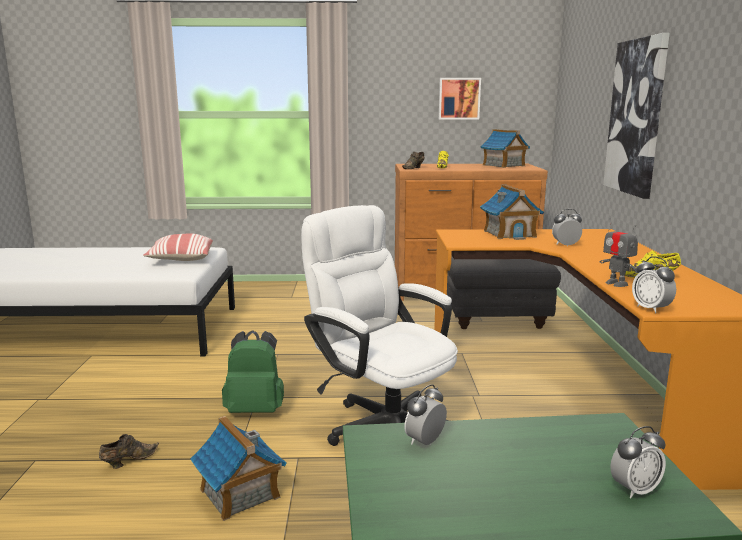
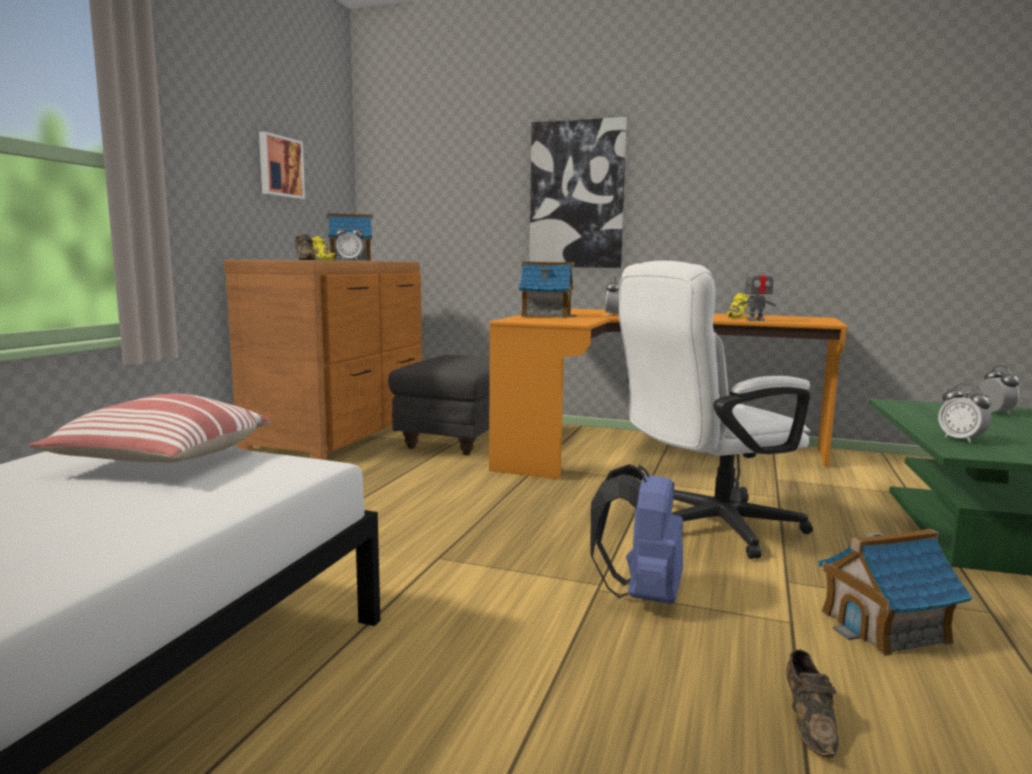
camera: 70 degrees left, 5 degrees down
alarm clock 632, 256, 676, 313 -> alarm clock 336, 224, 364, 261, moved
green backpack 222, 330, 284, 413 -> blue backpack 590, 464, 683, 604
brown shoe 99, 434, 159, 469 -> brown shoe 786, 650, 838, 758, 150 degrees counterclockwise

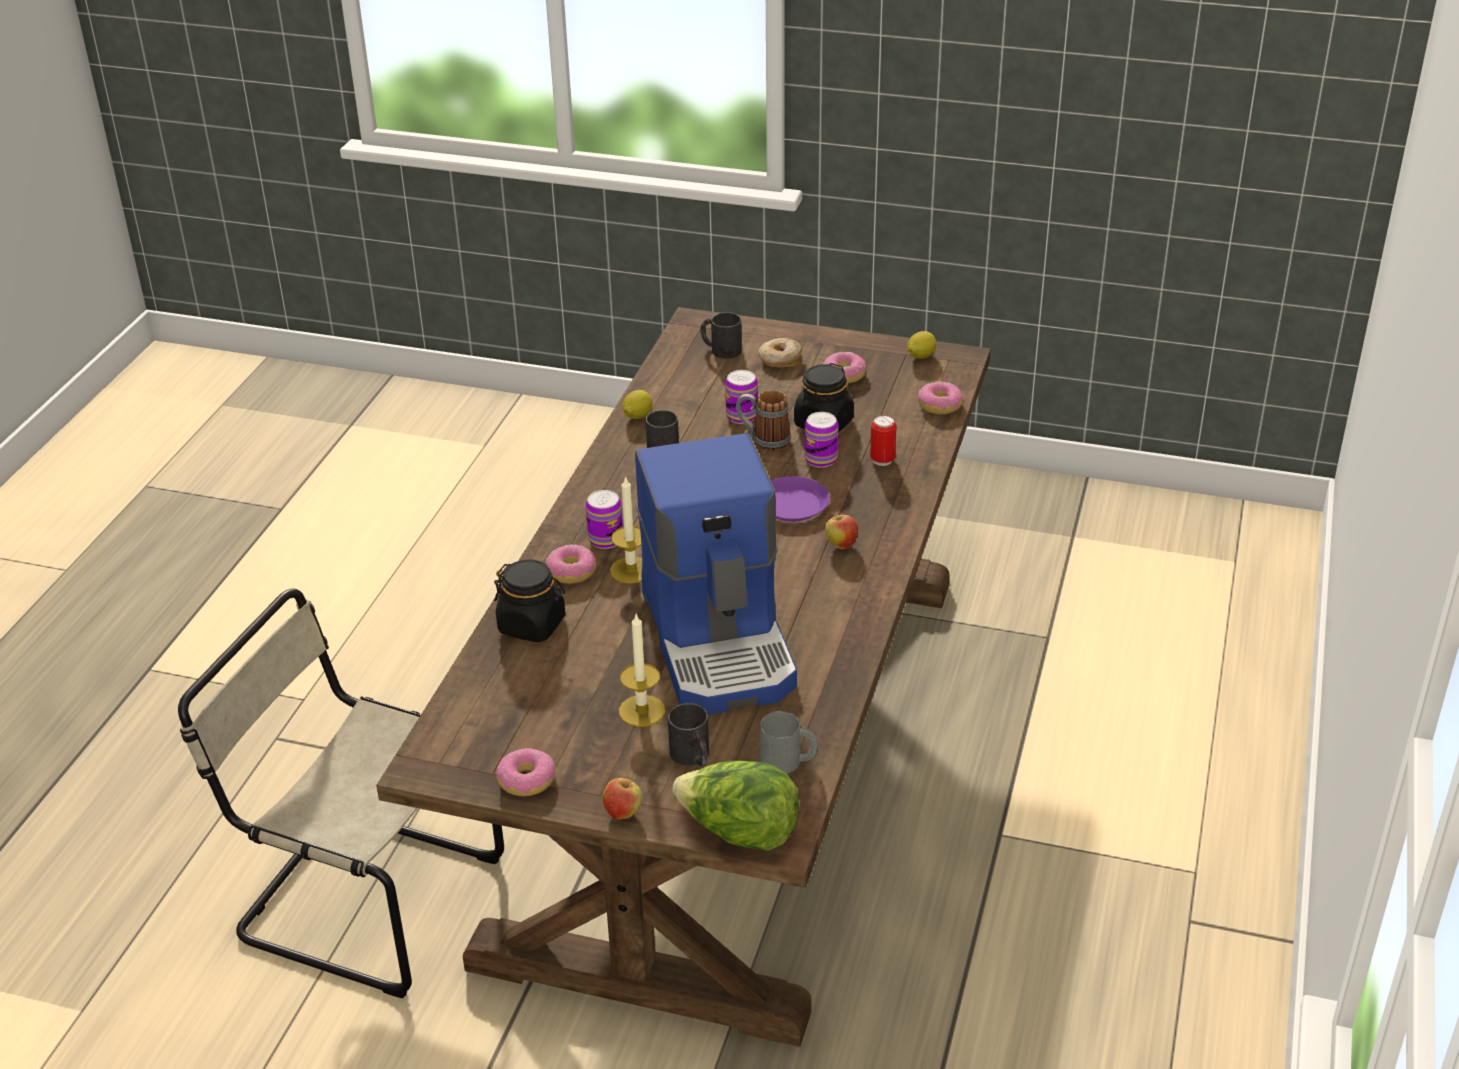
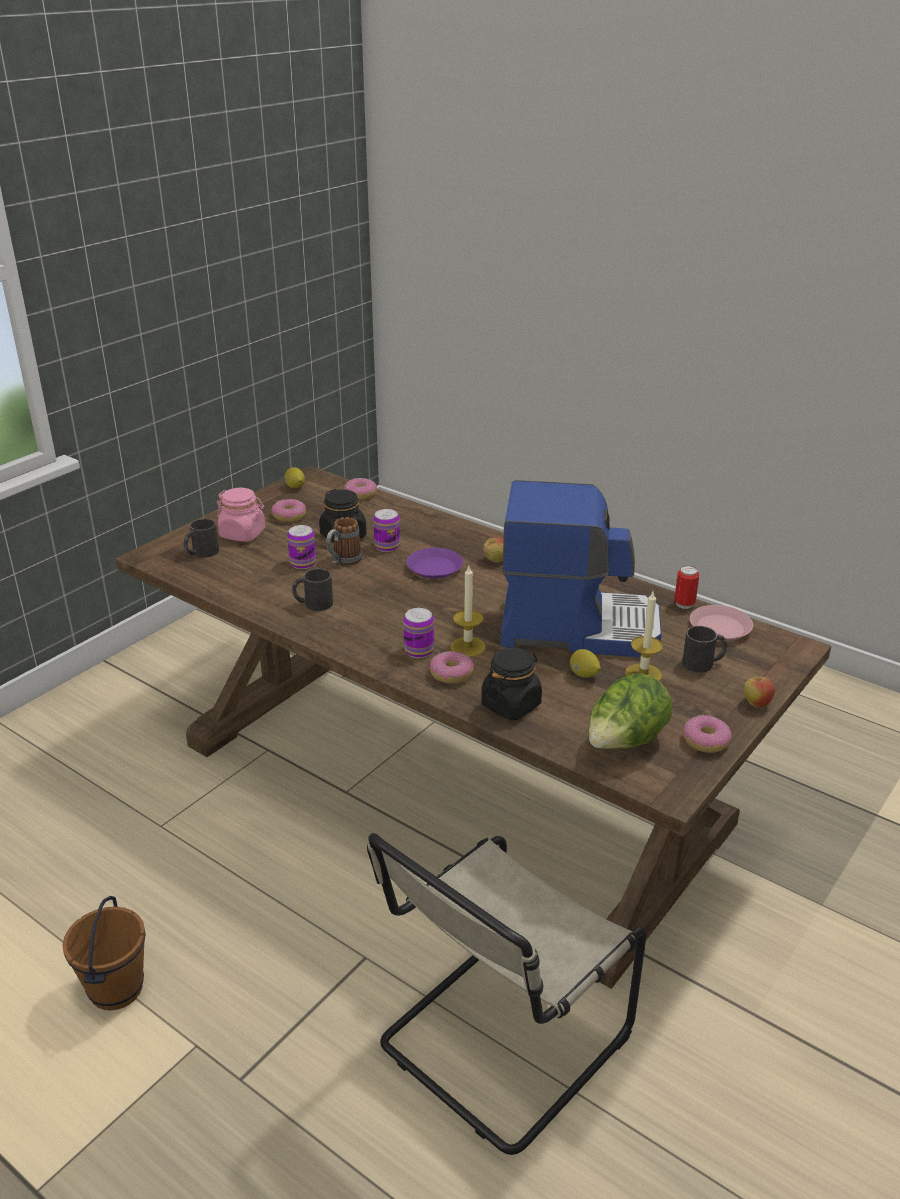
camera: 70 degrees left, 5 degrees down
none -> brown bucket 63, 896, 146, 1011
donut 758, 338, 802, 367 -> pink jar 217, 488, 265, 542
lemon 622, 390, 652, 419 -> lemon 570, 649, 601, 678, moved
lettuce 672, 760, 799, 851 -> lettuce 589, 673, 672, 749, moved
can 870, 415, 897, 466 -> can 674, 566, 699, 609, moved
grey mug 760, 711, 818, 774 -> pink plate 690, 605, 753, 641

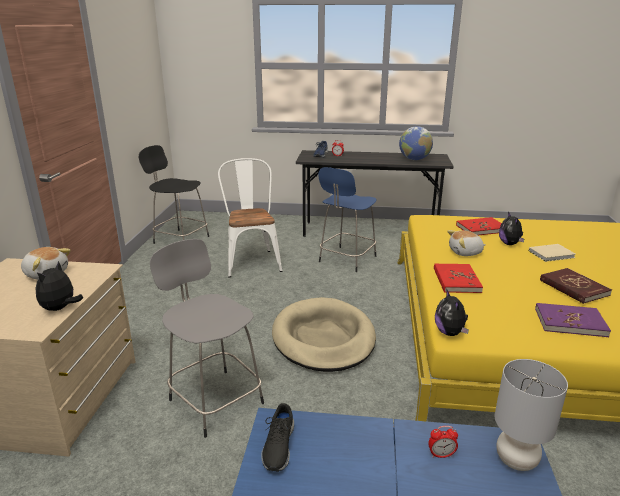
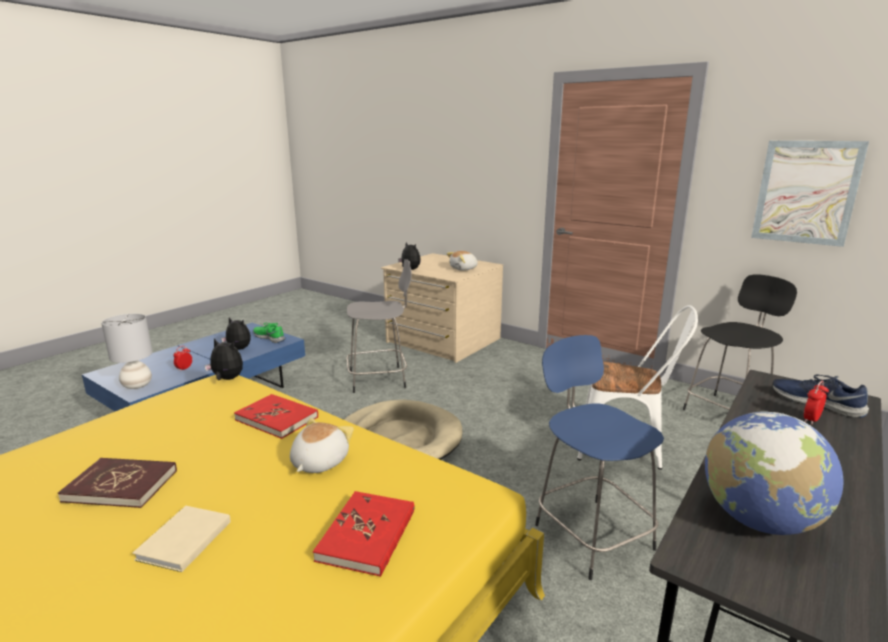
camera: 120 degrees right, 5 degrees down
plush toy 499, 211, 524, 245 -> plush toy 221, 317, 251, 350, moved
black shoe 261, 403, 294, 472 -> green shoe 253, 323, 285, 343
none -> picture 751, 141, 869, 247
purple book 535, 303, 611, 337 -> none

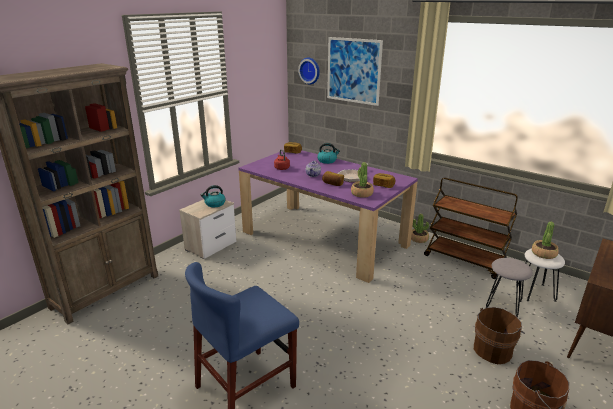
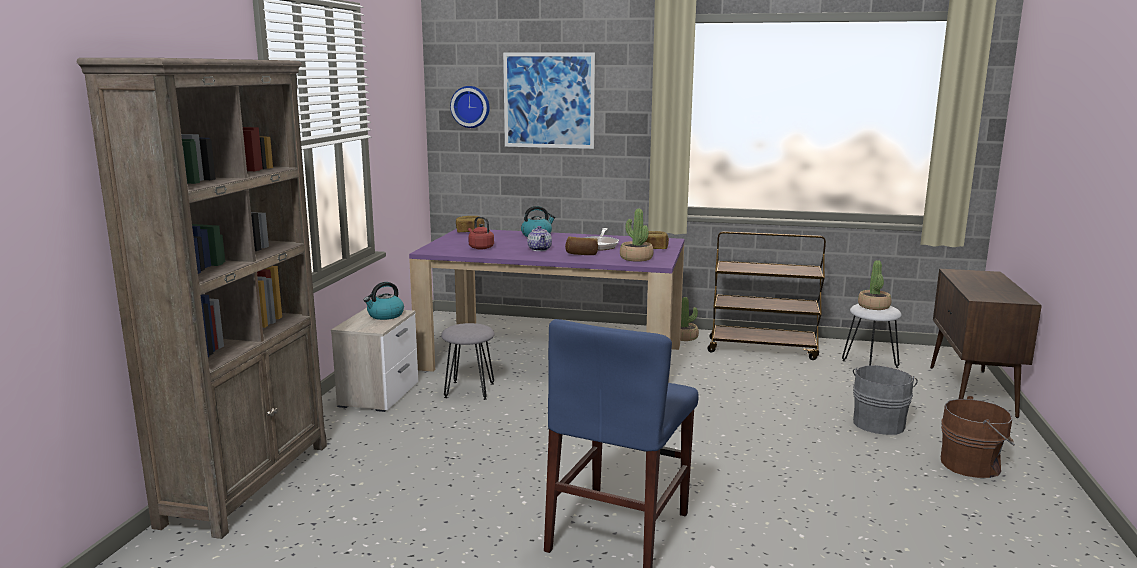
camera: 25 degrees left, 10 degrees down
grey stool 486, 258, 533, 317 -> grey stool 441, 323, 495, 400, moved
brown bucket 474, 307, 525, 364 -> grey bucket 853, 365, 918, 435

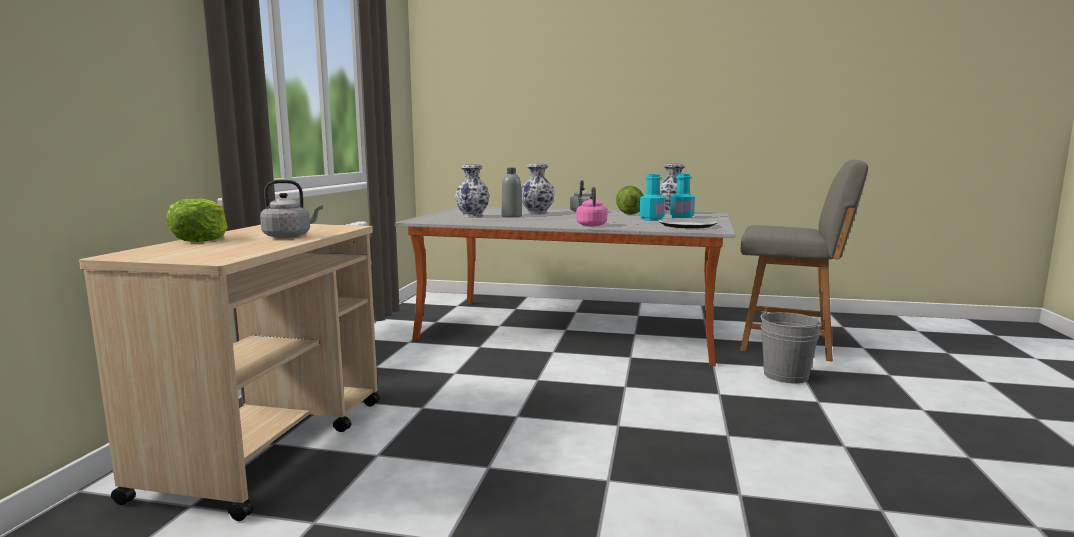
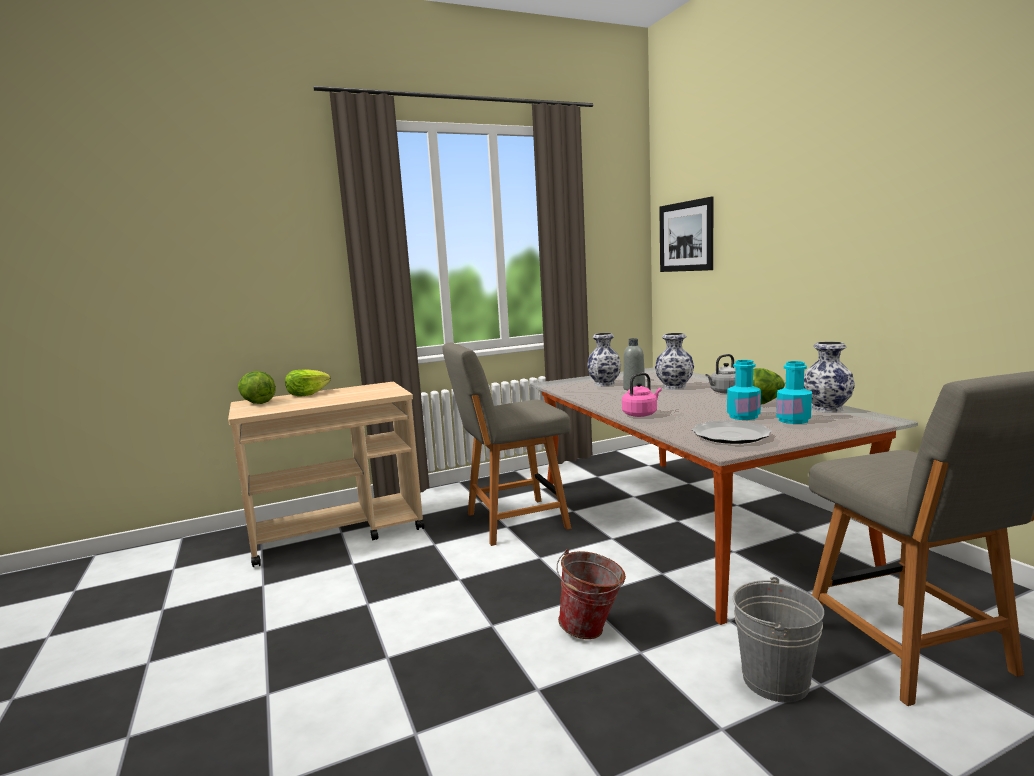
camera: 55 degrees right, 0 degrees up
none -> lettuce 238, 371, 276, 404
none -> grey chair 442, 343, 571, 546
none -> bucket 557, 549, 626, 639
none -> picture 659, 197, 714, 272
grey kettle 260, 180, 323, 238 -> none

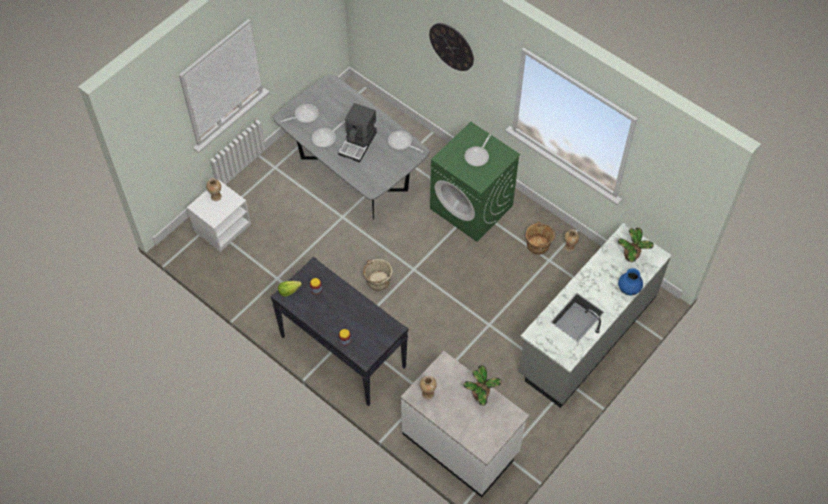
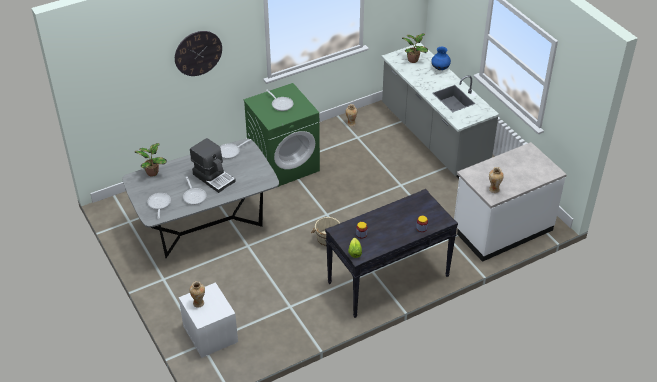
camera: 70 degrees left, 15 degrees down
potted plant 463, 365, 502, 406 -> potted plant 135, 143, 167, 177, moved
brown bucket 526, 221, 555, 255 -> none

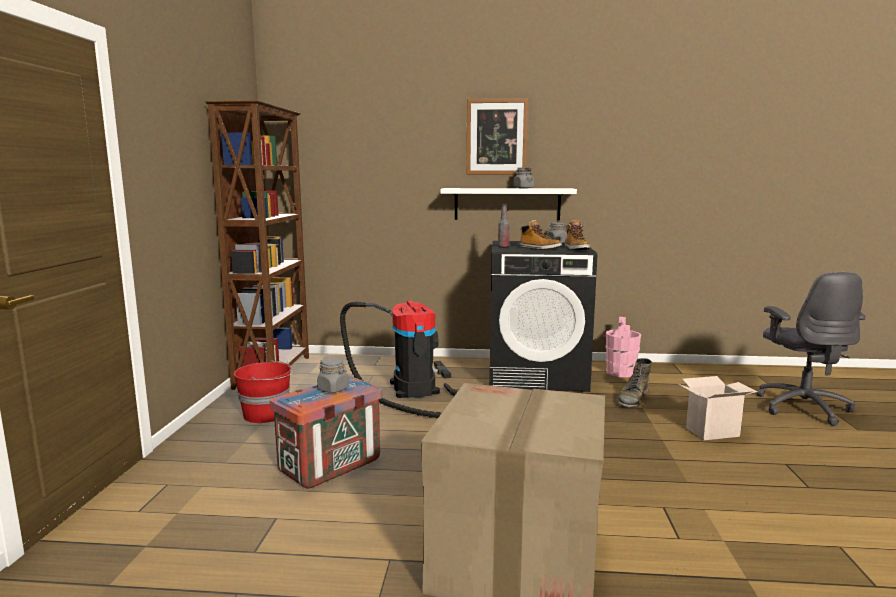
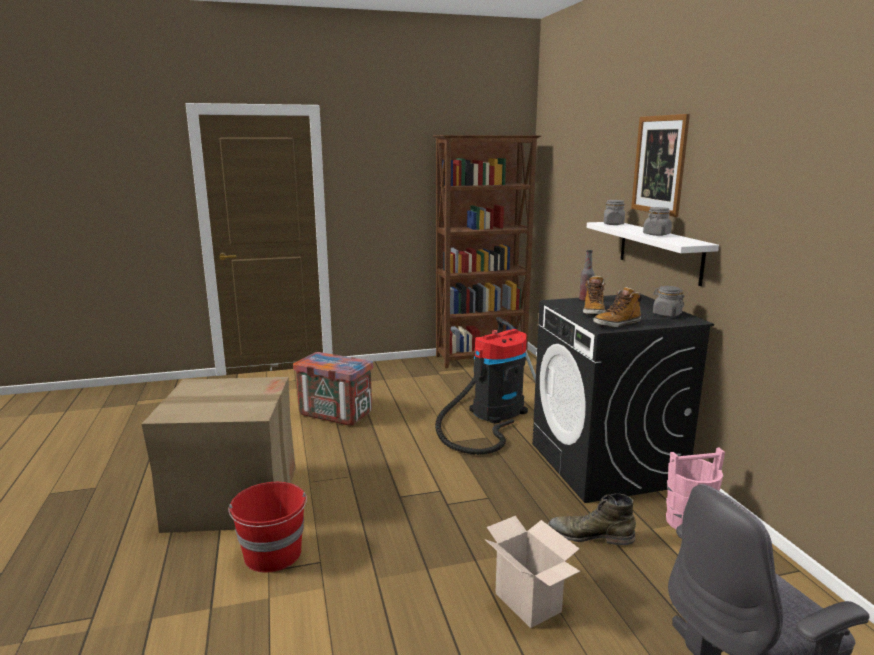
camera: 70 degrees right, 5 degrees up
red bucket 234, 360, 294, 423 -> red bucket 228, 482, 307, 573, moved
grey jar 317, 358, 349, 393 -> grey jar 604, 200, 625, 225, moved

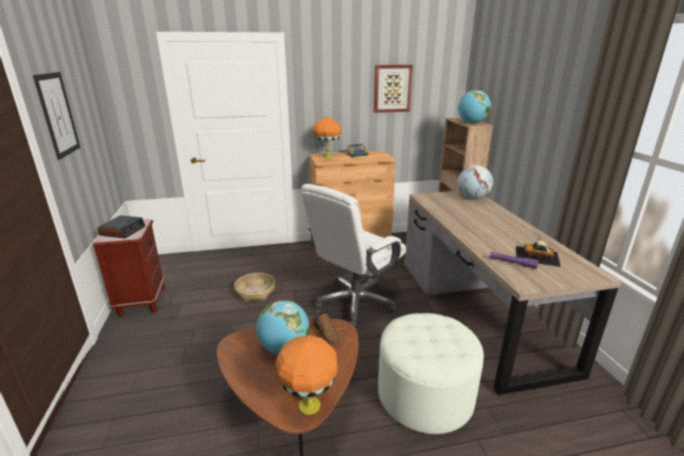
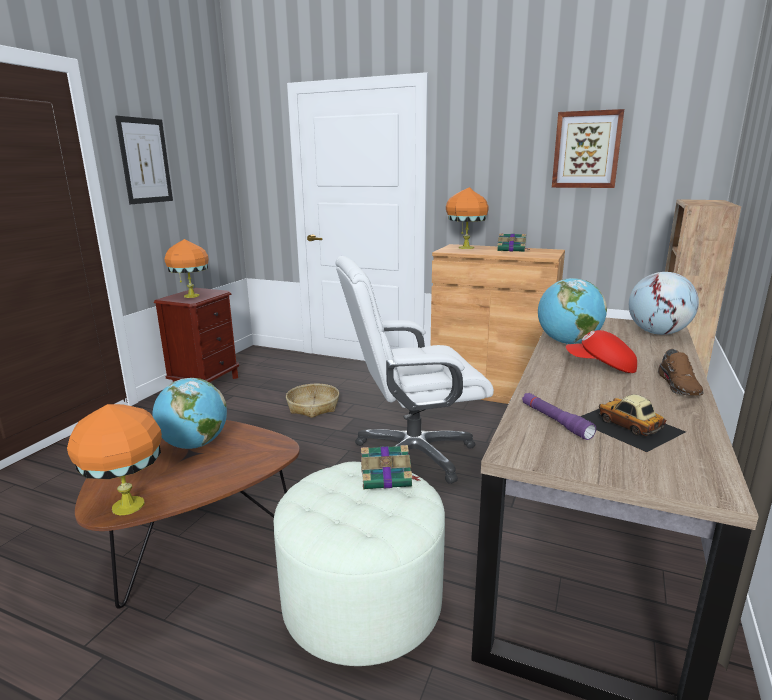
camera: 35 degrees right, 5 degrees down
alarm clock 97, 215, 145, 238 -> orange table lamp 165, 239, 208, 298
none -> book 361, 445, 420, 489
globe 458, 90, 491, 124 -> globe 538, 278, 607, 344, moved
none -> red cap 566, 330, 637, 373
brown shoe 313, 310, 340, 345 -> brown shoe 658, 349, 704, 396, moved

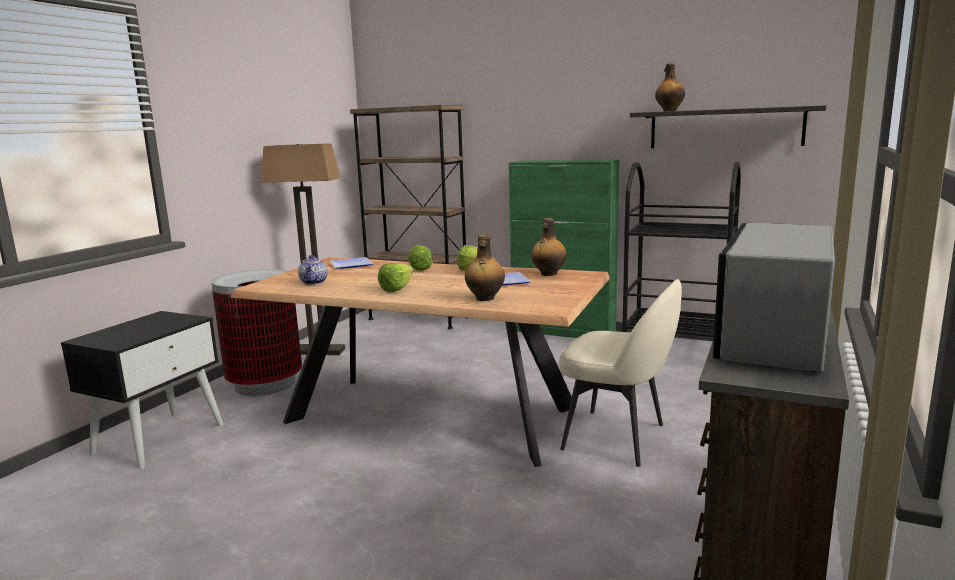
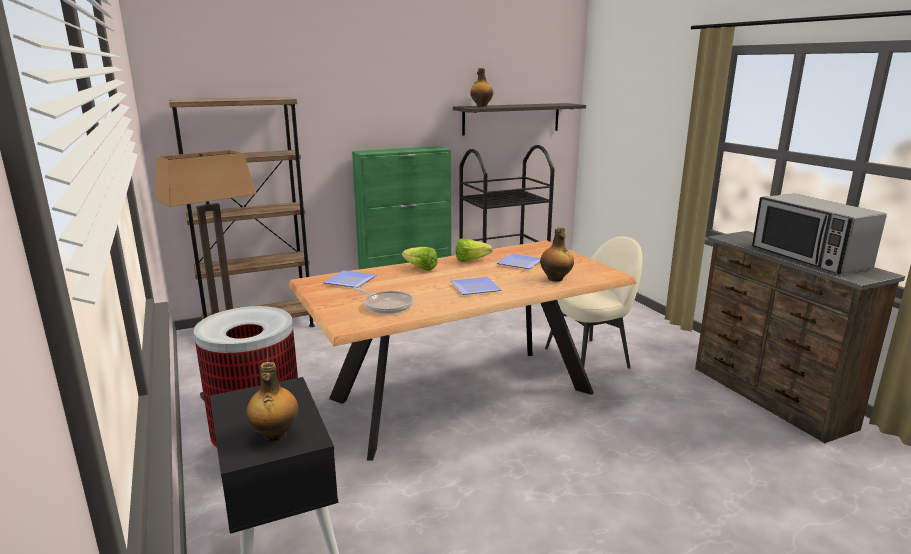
camera: 50 degrees left, 5 degrees up
bottle 531, 218, 567, 276 -> bottle 246, 362, 298, 442, moved
teapot 298, 255, 328, 285 -> frying pan 352, 287, 414, 314
lettuce 378, 263, 413, 293 -> plate 451, 277, 501, 295

